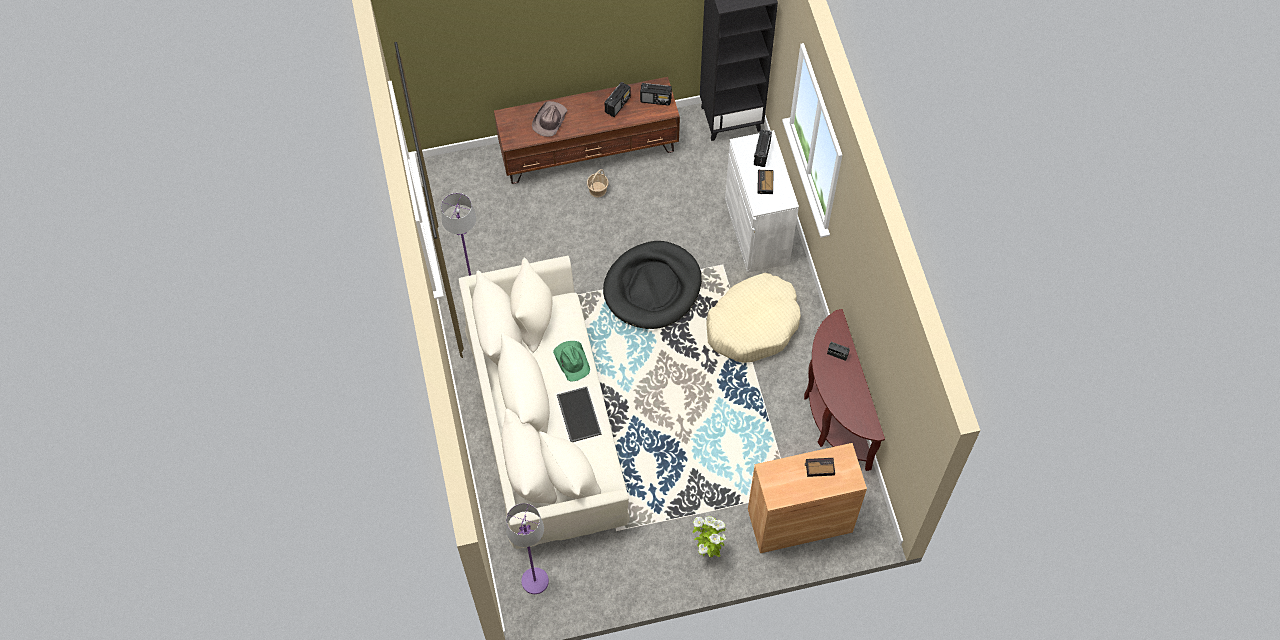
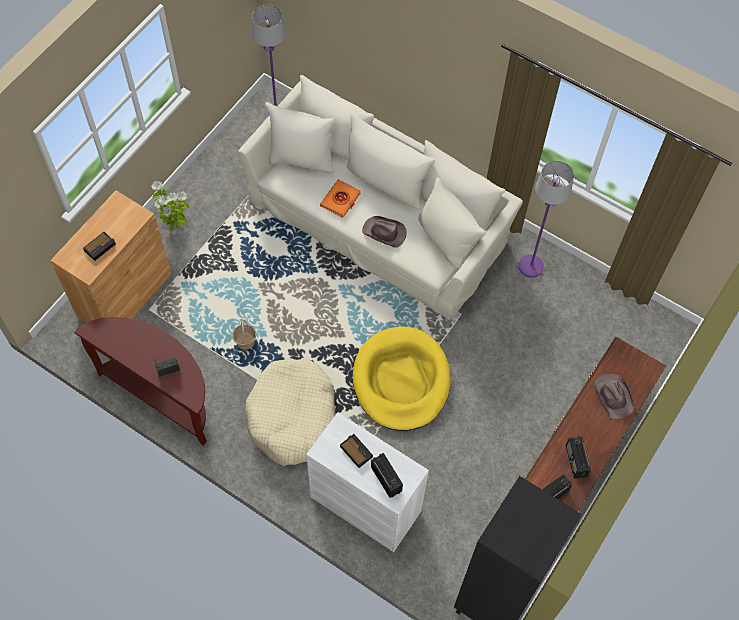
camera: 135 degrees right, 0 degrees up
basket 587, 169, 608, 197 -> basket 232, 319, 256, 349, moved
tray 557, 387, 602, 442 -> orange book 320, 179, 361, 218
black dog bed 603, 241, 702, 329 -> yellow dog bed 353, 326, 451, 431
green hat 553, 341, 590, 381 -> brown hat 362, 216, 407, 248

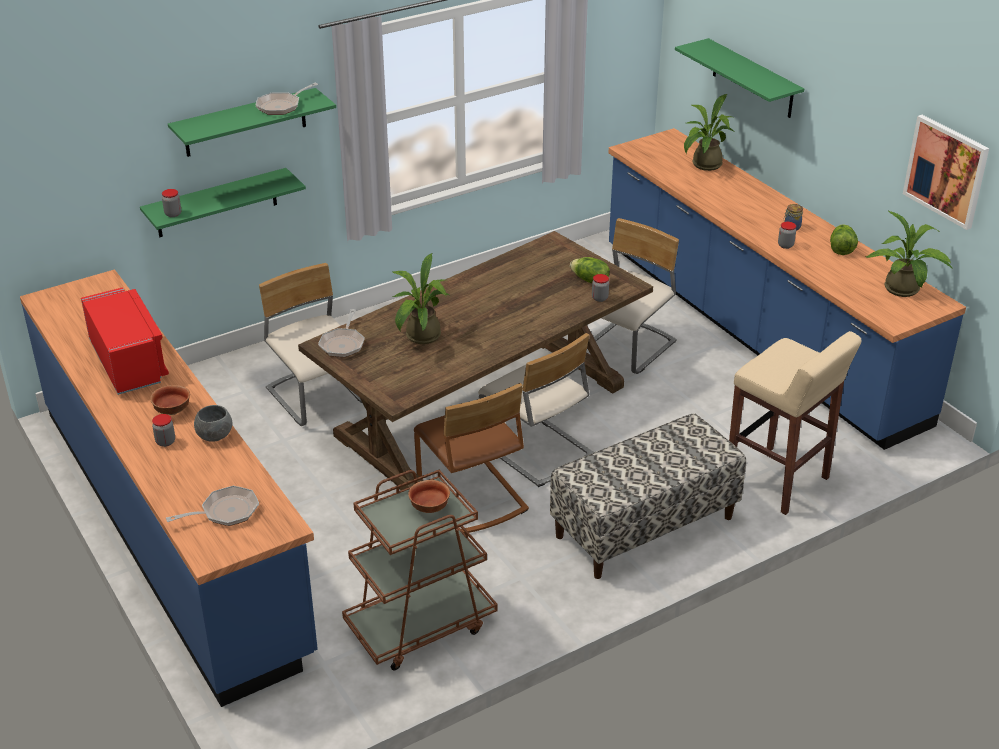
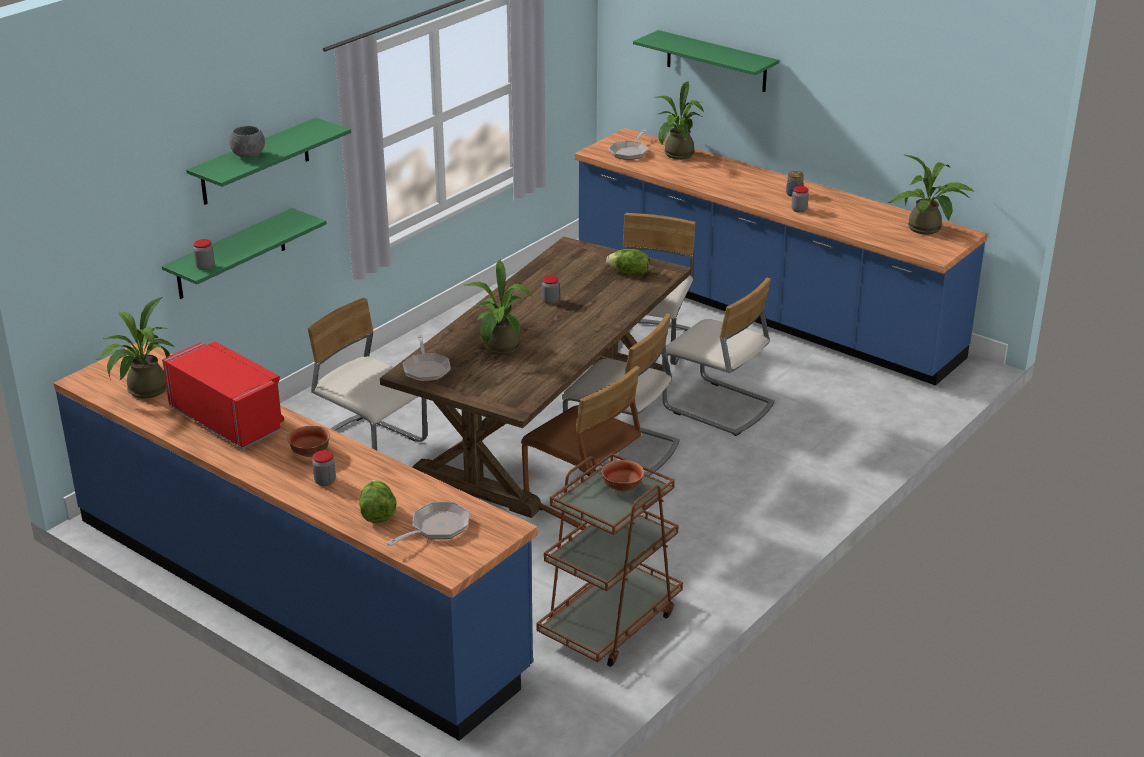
camera: 20 degrees left, 5 degrees down
none -> potted plant 97, 297, 175, 399
grey bowl 194, 405, 233, 442 -> grey bowl 229, 126, 265, 158, moved
lettuce 830, 224, 858, 255 -> lettuce 359, 480, 396, 523, moved
jar 592, 274, 609, 302 -> jar 542, 275, 559, 304, moved
frying pan 256, 83, 318, 115 -> frying pan 609, 130, 648, 160, moved
none -> beige chair 662, 278, 775, 436
bench 550, 413, 746, 579 -> none
beige stool 729, 331, 862, 515 -> none
picture 903, 115, 989, 230 -> none

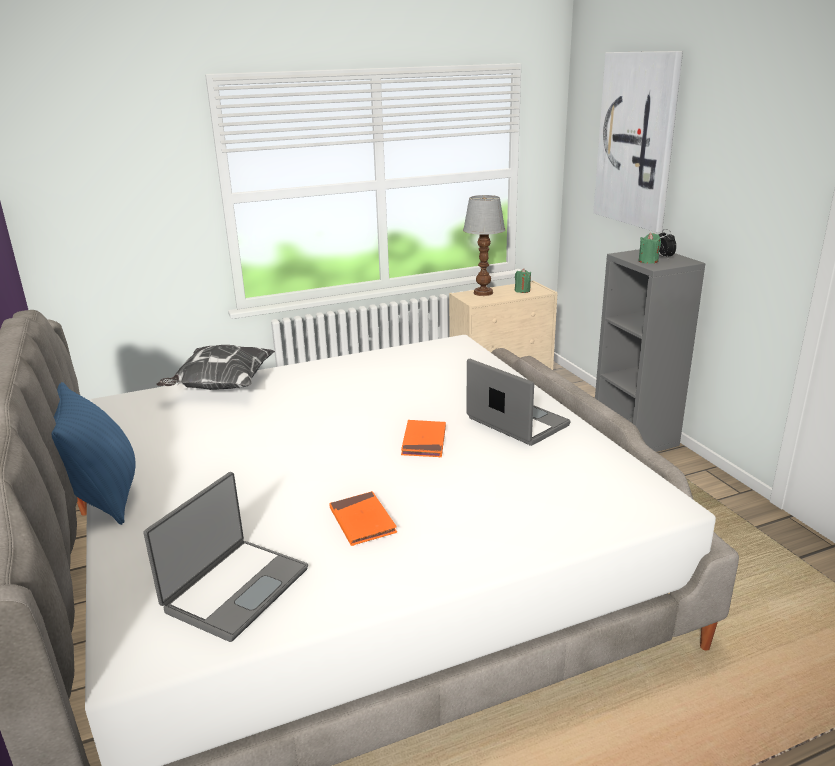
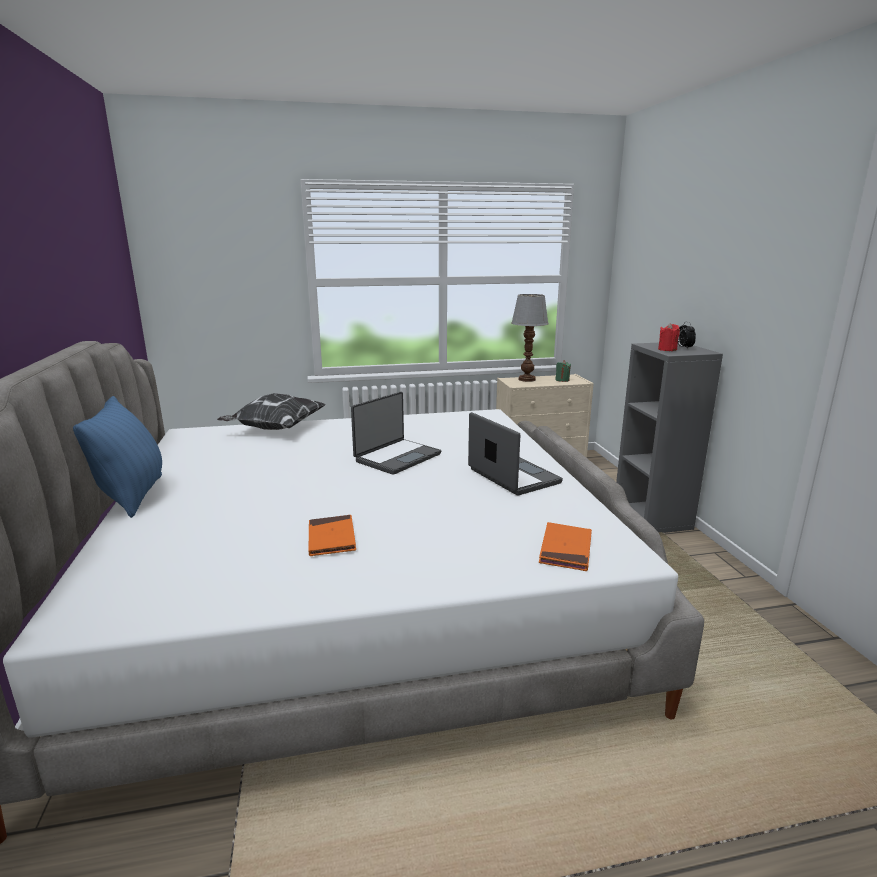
camera: 10 degrees right, 5 degrees down
laptop 143, 472, 308, 642 -> laptop 351, 392, 441, 475, moved
orange book 401, 420, 446, 457 -> orange book 539, 522, 592, 571, moved
green candle 639, 233, 661, 264 -> red candle 658, 323, 680, 351
picture 593, 51, 683, 232 -> none

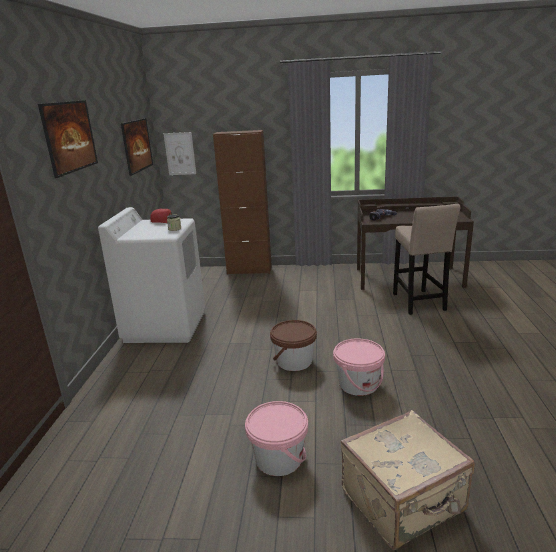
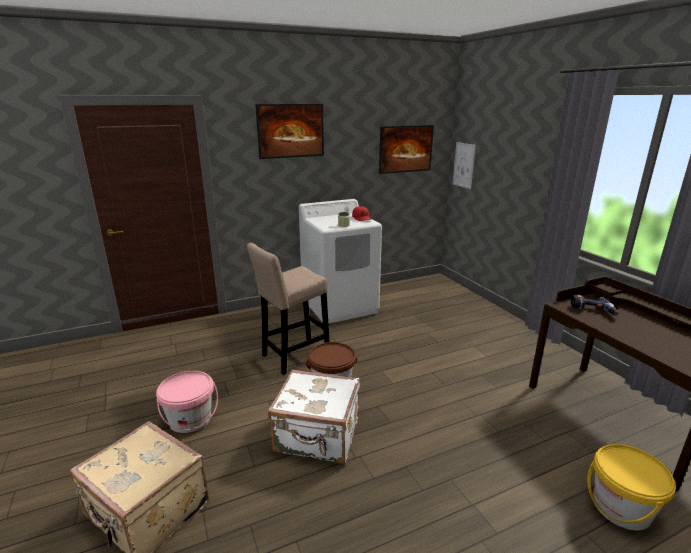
camera: 60 degrees right, 0 degrees up
beige stool 393, 204, 460, 315 -> beige stool 247, 243, 329, 375, moved
pink bucket 333, 338, 385, 396 -> white suitcase 268, 370, 360, 464
none -> yellow bucket 588, 444, 676, 530
brown cabinet 213, 130, 272, 275 -> none

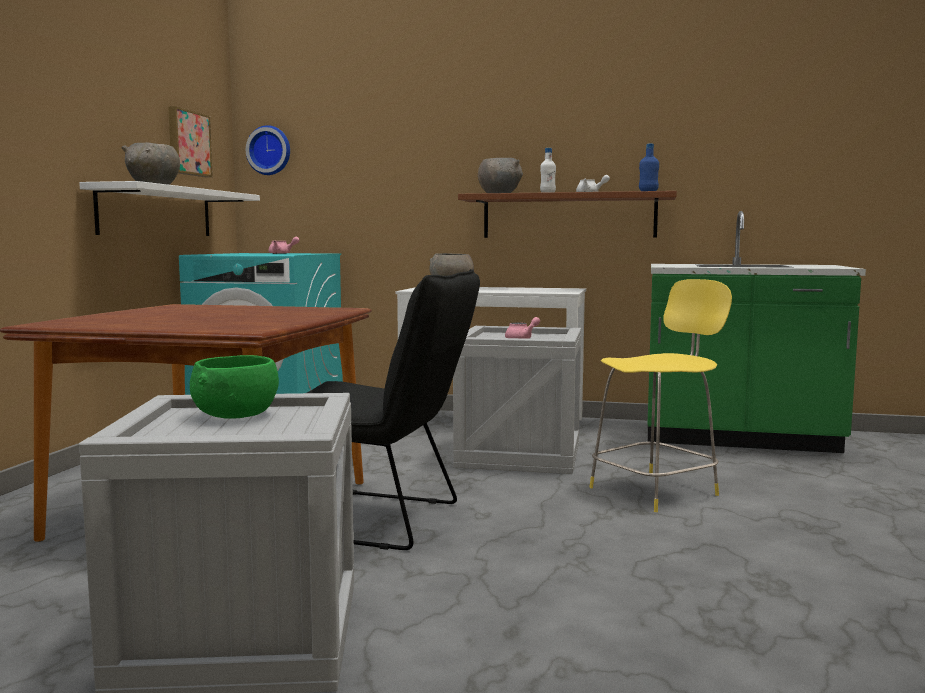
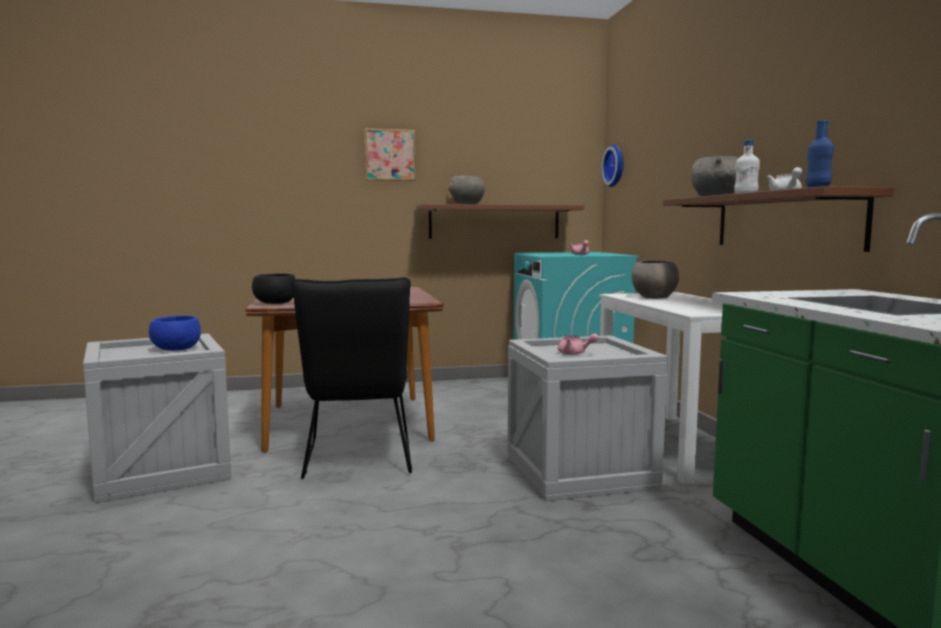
camera: 65 degrees right, 0 degrees up
green bowl 190, 355, 279, 419 -> blue bowl 149, 316, 201, 351
none -> black bowl 252, 273, 295, 304
picture 168, 106, 213, 177 -> picture 365, 129, 415, 181, moved
white shelf 79, 181, 260, 236 -> brown shelf 416, 204, 584, 239
yellow stool 589, 279, 732, 512 -> none

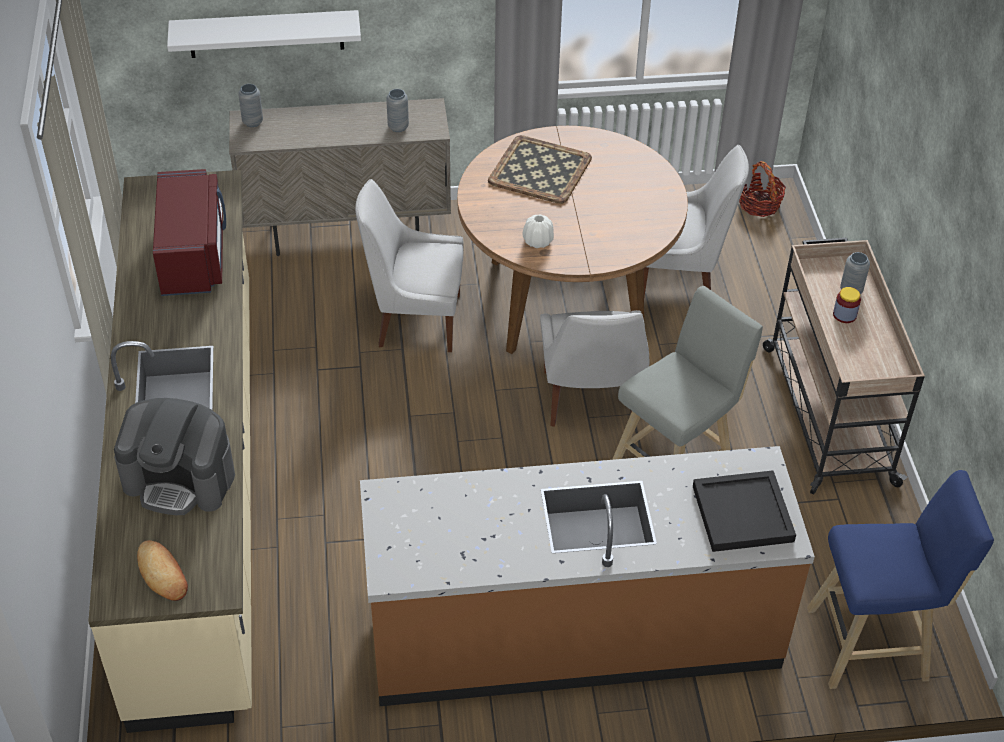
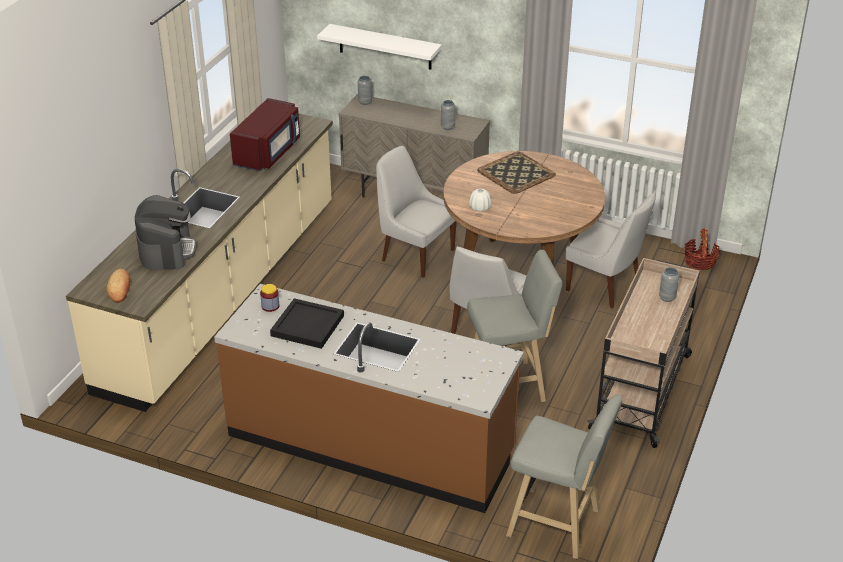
camera: 30 degrees right, 10 degrees down
coffee machine 114, 398, 235, 515 -> coffee machine 135, 195, 197, 270, 135 degrees counterclockwise
jar 833, 287, 861, 323 -> jar 260, 284, 279, 312, moved
black tray 693, 470, 796, 552 -> black tray 270, 298, 344, 349, moved
blue stool 807, 470, 994, 689 -> grey stool 506, 395, 623, 559

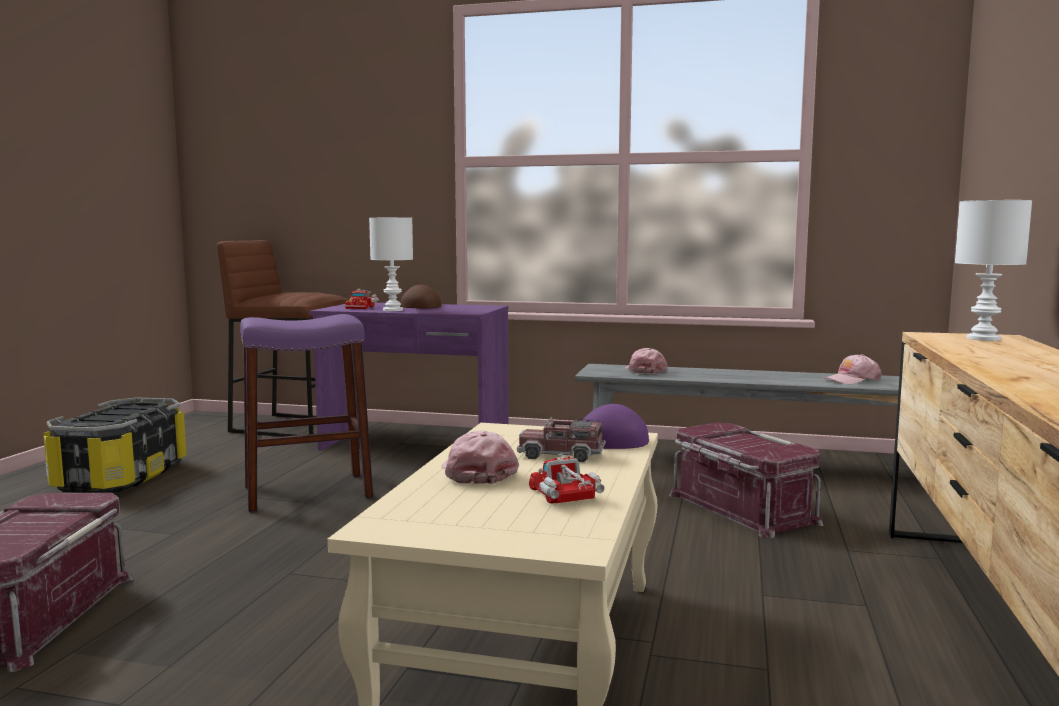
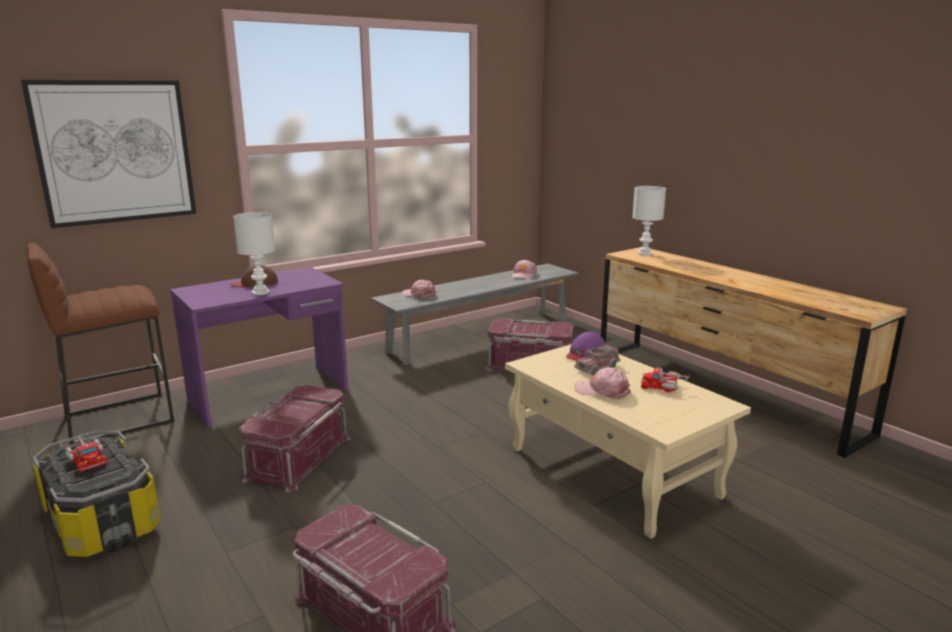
camera: 50 degrees left, 10 degrees up
none -> picture 21, 80, 196, 228
toy truck 345, 289, 379, 309 -> toy truck 65, 435, 108, 472, moved
purple stool 240, 314, 373, 512 -> red storage box 239, 385, 351, 492

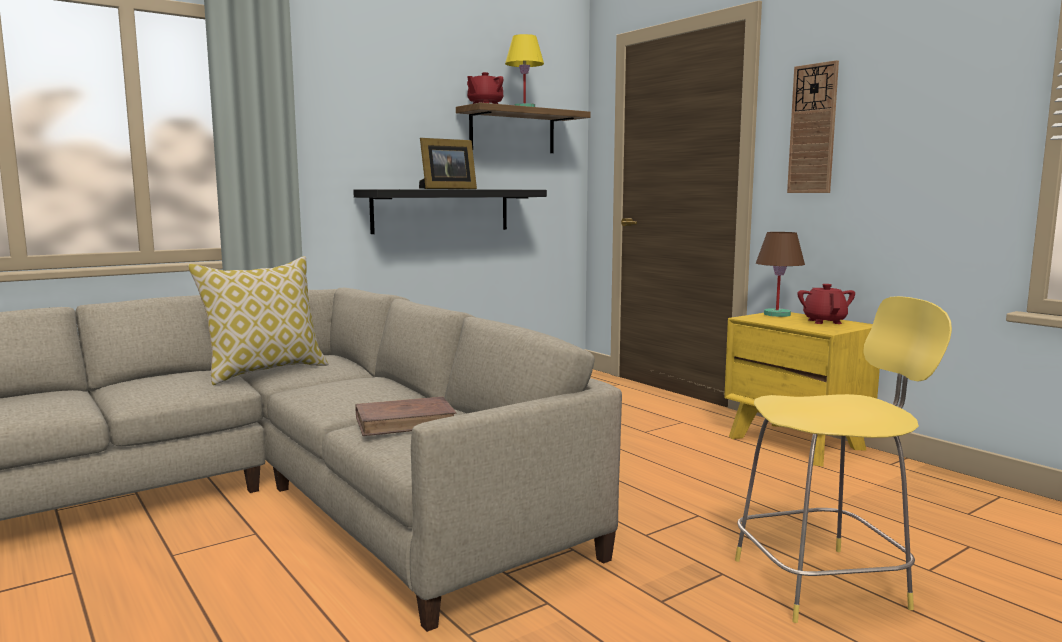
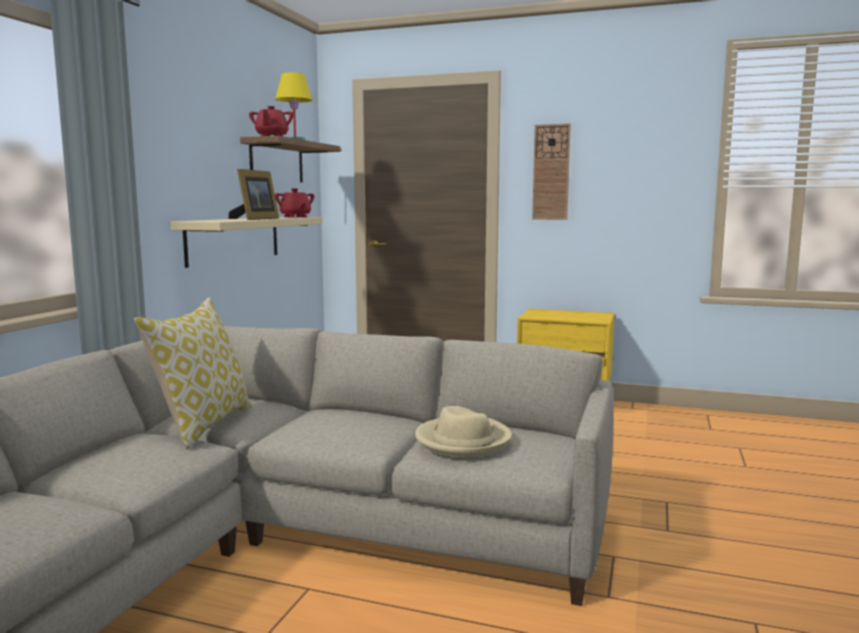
camera: 35 degrees left, 0 degrees up
black shelf 353, 189, 547, 234 -> beige shelf 171, 217, 323, 268
red teapot 797, 284, 855, 324 -> red teapot 275, 188, 314, 218, moved
brown book 355, 397, 456, 436 -> beige hat 415, 406, 512, 457
yellow stool 735, 296, 952, 623 -> none
brown table lamp 756, 232, 805, 317 -> none

